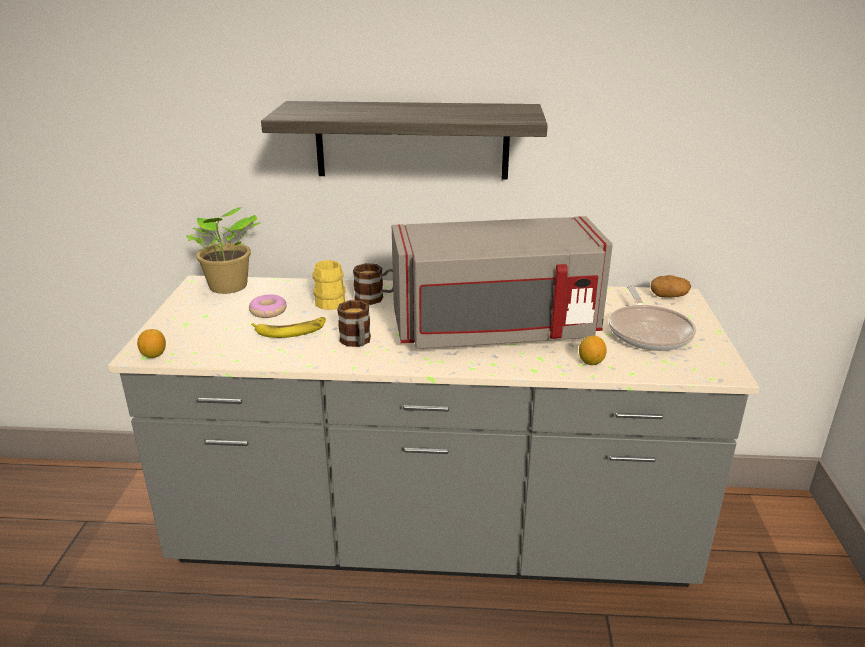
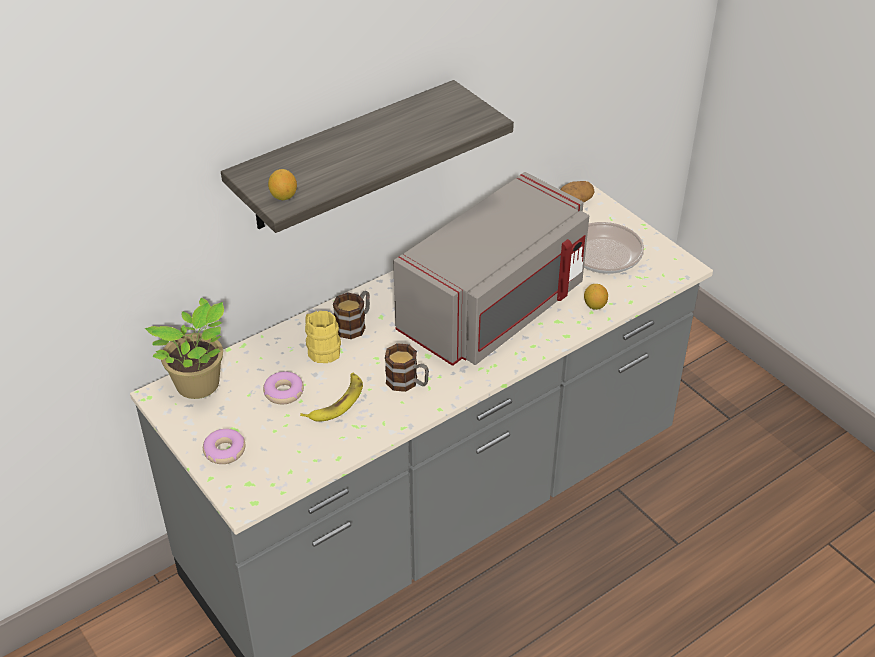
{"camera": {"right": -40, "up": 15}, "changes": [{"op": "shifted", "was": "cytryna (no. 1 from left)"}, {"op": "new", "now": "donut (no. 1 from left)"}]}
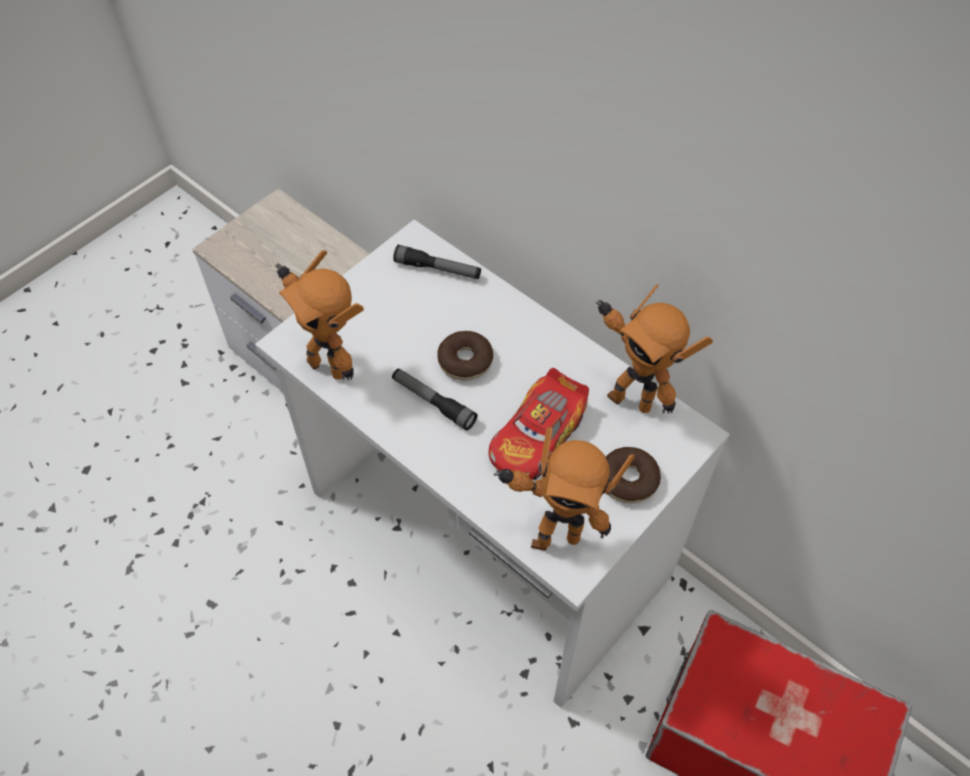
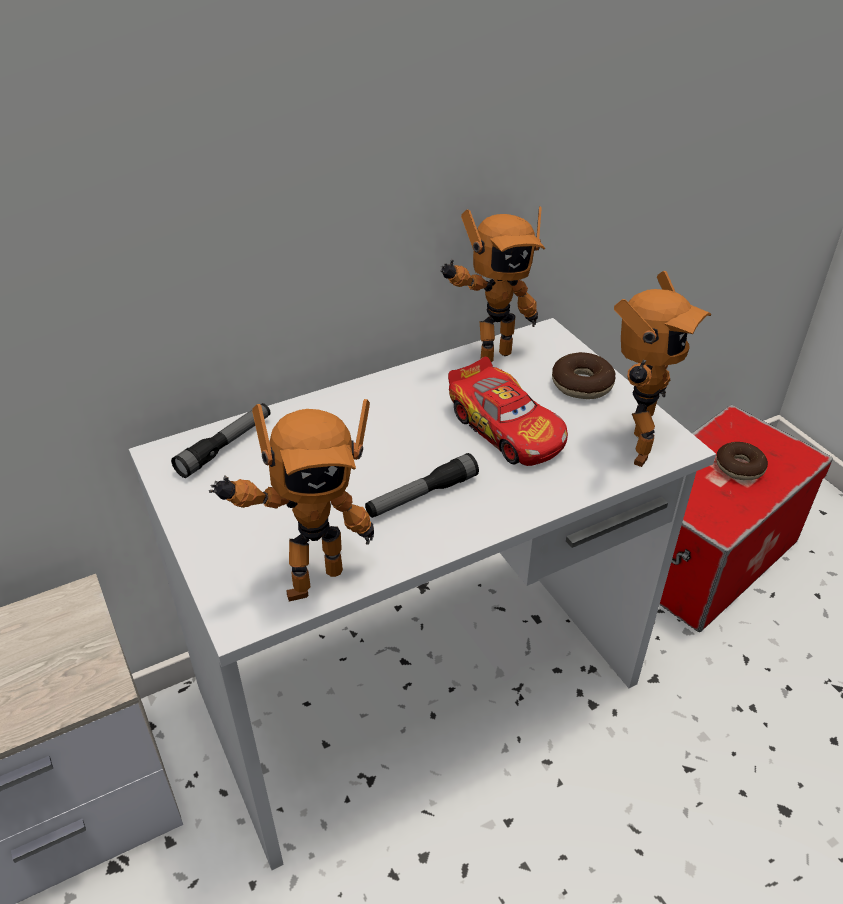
{"camera": {"right": -70, "up": -15}, "changes": [{"op": "shifted", "was": "donut (no. 1 from left in the first image)", "now": "donut (no. 2 from left)"}]}
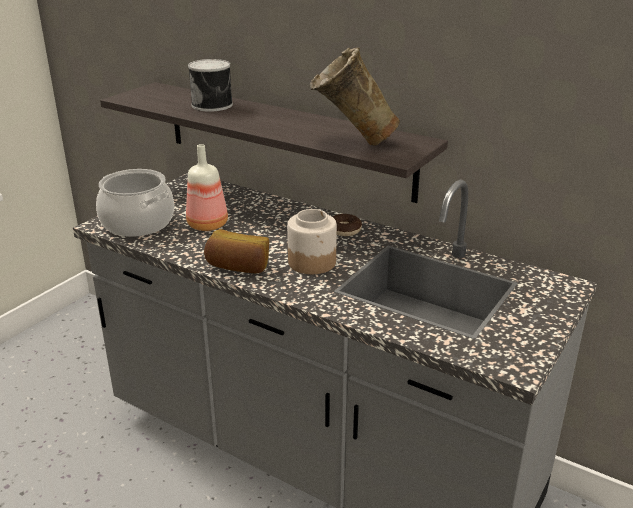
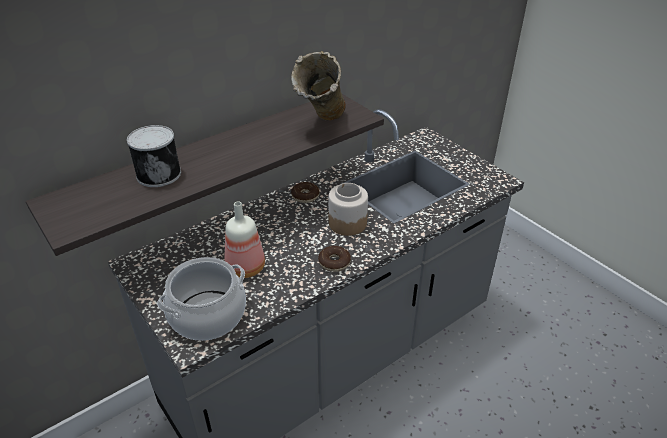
{"camera": {"right": -70, "up": 10}, "changes": [{"op": "swapped", "was": "chleb", "now": "donut (no. 2 from left)"}]}
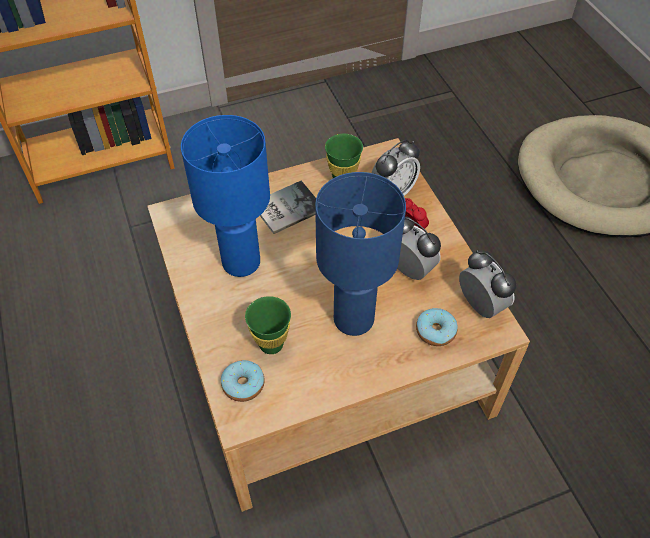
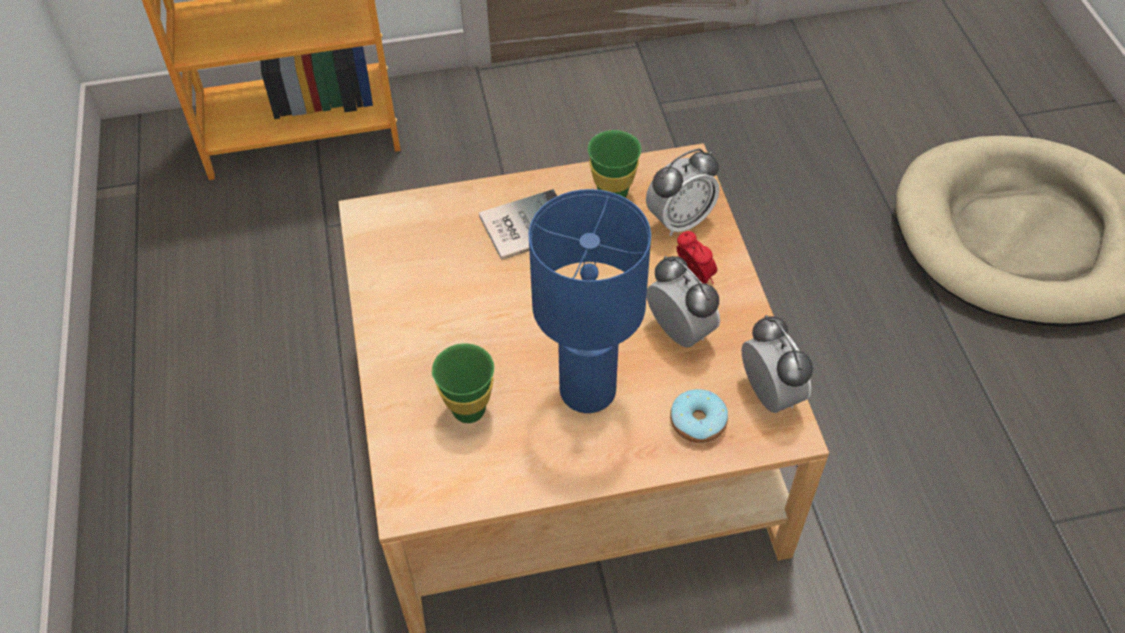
{"camera": {"right": 10, "up": 0}, "changes": [{"op": "gone", "was": "lampa stołowa/niebieski (no. 1 from left)"}, {"op": "gone", "was": "donut (no. 1 from left)"}]}
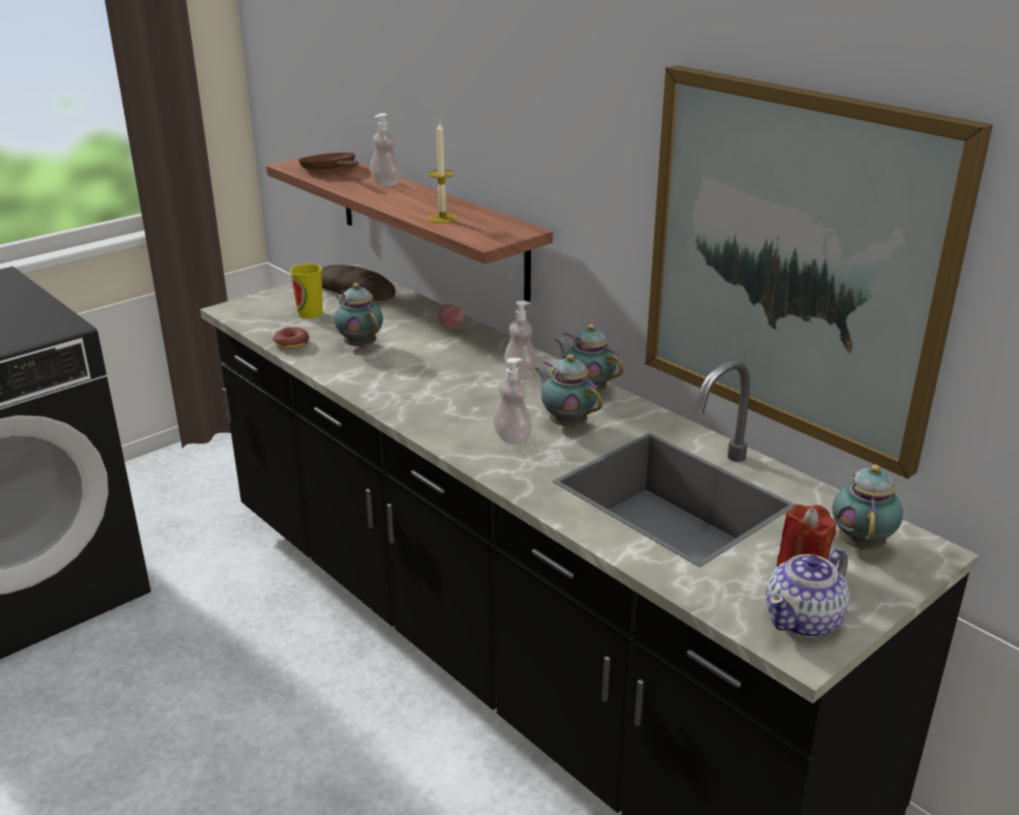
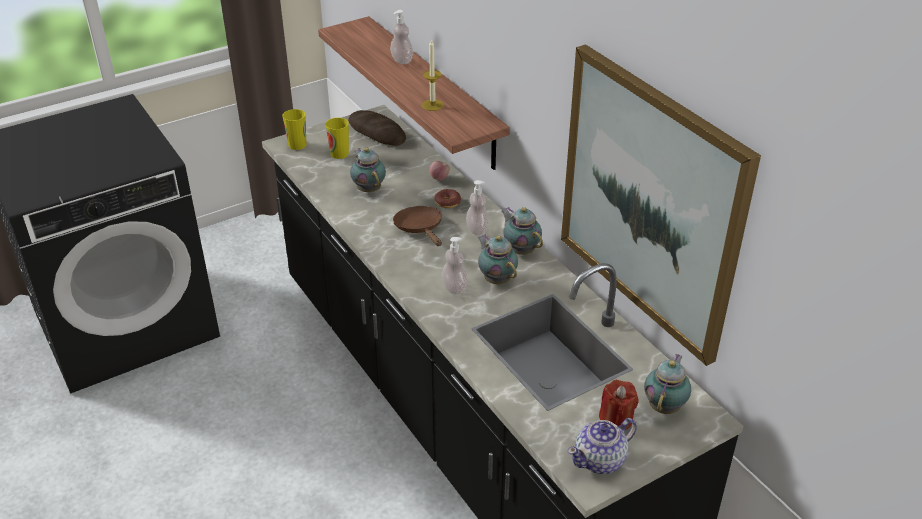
{"camera": {"right": 10, "up": 10}, "changes": [{"op": "shifted", "was": "patelnia/brązowy"}, {"op": "shifted", "was": "donut"}, {"op": "new", "now": "filiżanka (no. 1 from left)"}]}
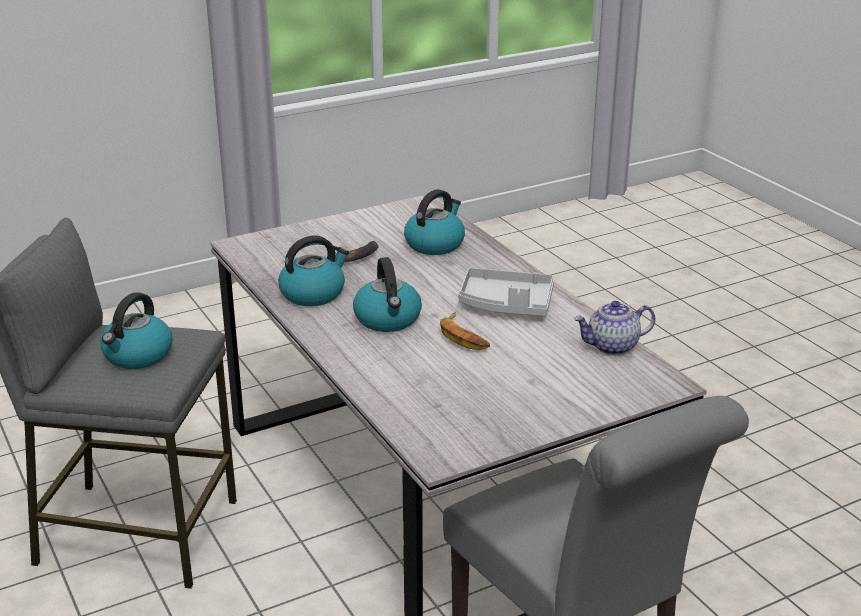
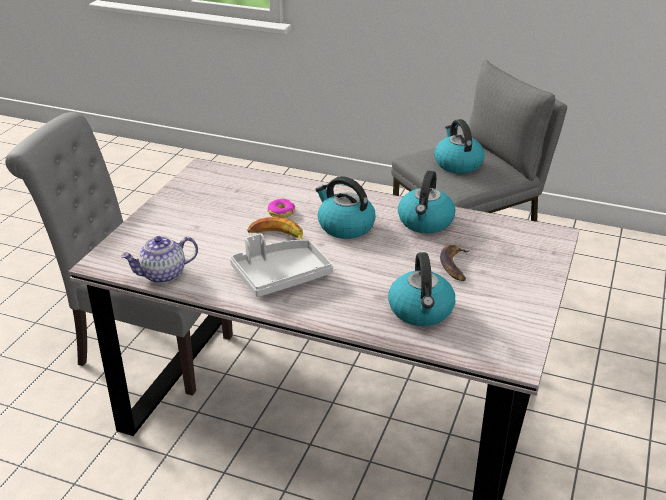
{"camera": {"right": 140, "up": 5}, "changes": [{"op": "rotated", "was": "imbryk", "clockwise": -150}, {"op": "new", "now": "donut"}]}
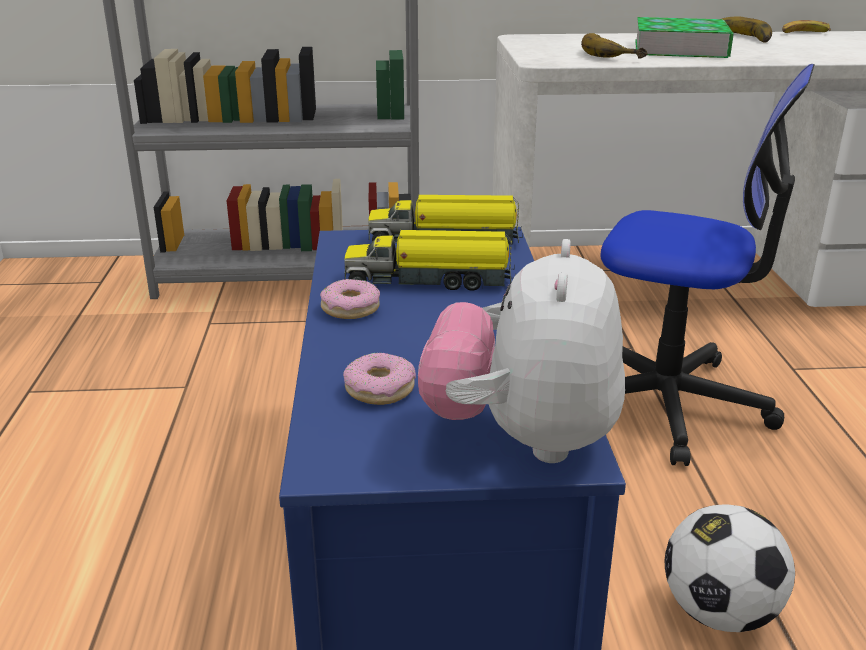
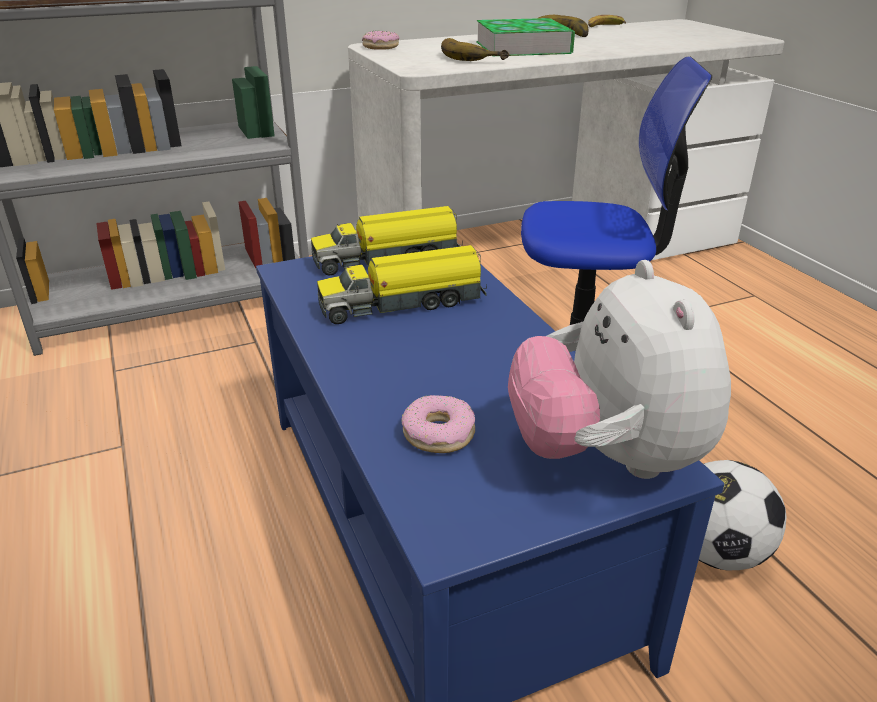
{"camera": {"right": -20, "up": 5}, "changes": [{"op": "shifted", "was": "donut (no. 1 from left)"}]}
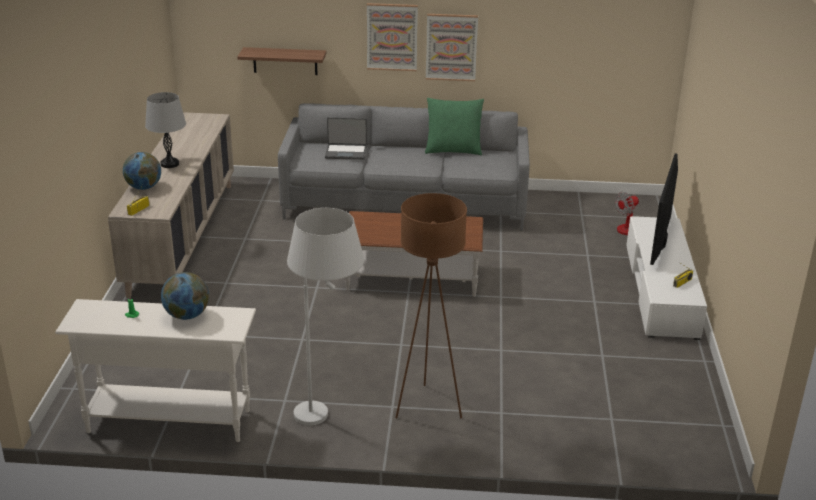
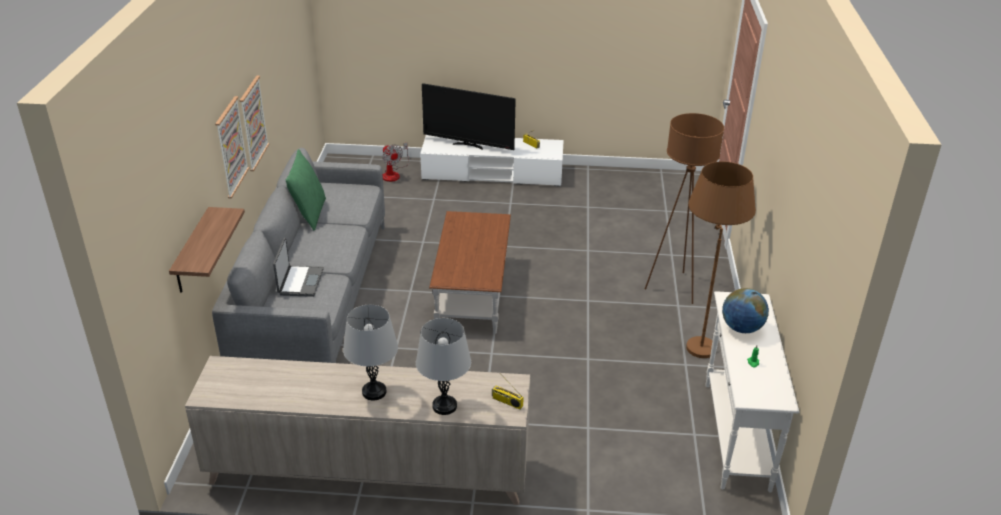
{"camera": {"right": -90, "up": 5}, "changes": [{"op": "swapped", "was": "globus (no. 1 from left)", "now": "lampa stołowa/szary (no. 2 from left)"}, {"op": "repainted", "was": "lampa stojąca/biały", "now": "lampa stojąca/brązowy (no. 2 from left)"}]}
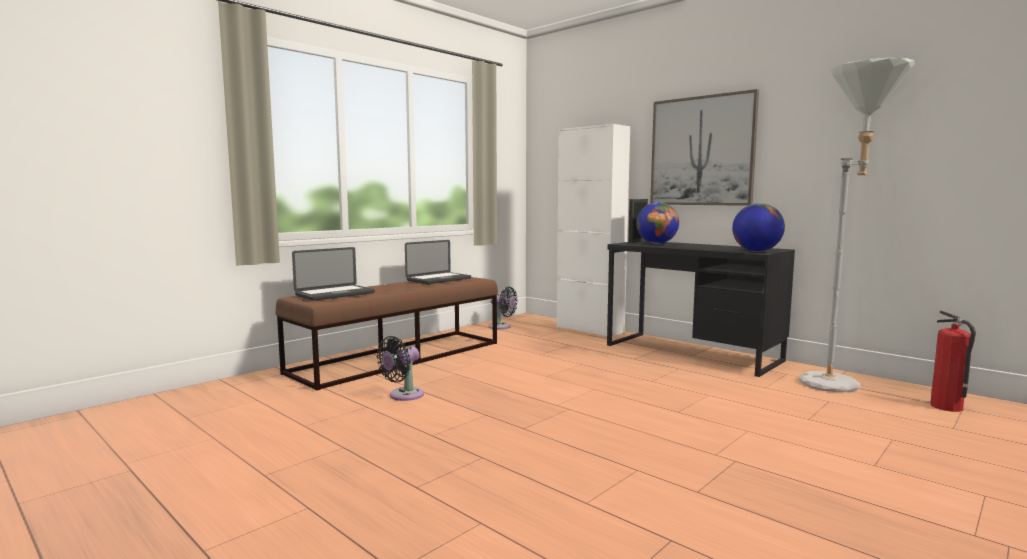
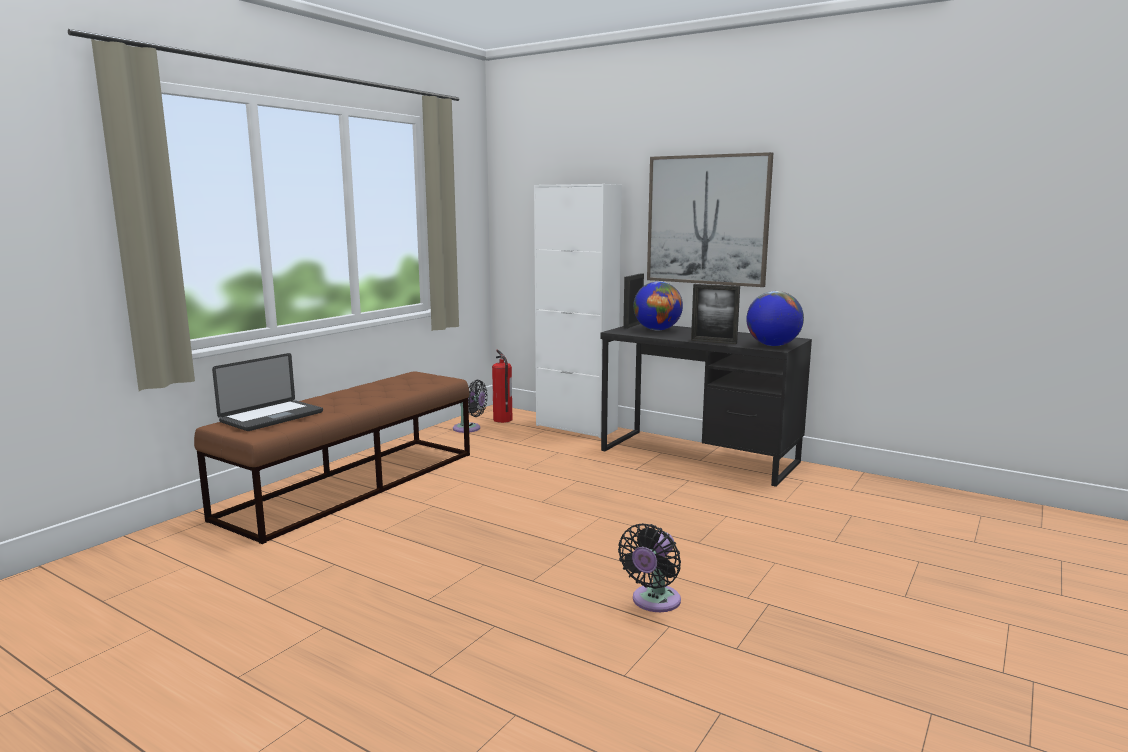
{"camera": {"right": -10, "up": 5}, "changes": [{"op": "gone", "was": "lampa stojąca/szary"}, {"op": "gone", "was": "laptop (no. 2 from left)"}, {"op": "shifted", "was": "gaśnica"}, {"op": "shifted", "was": "wentylator/czarny (no. 1 from left in the first image)", "now": "wentylator/czarny (no. 2 from left)"}, {"op": "new", "now": "ramka na zdjęcie (no. 2 from left)"}]}
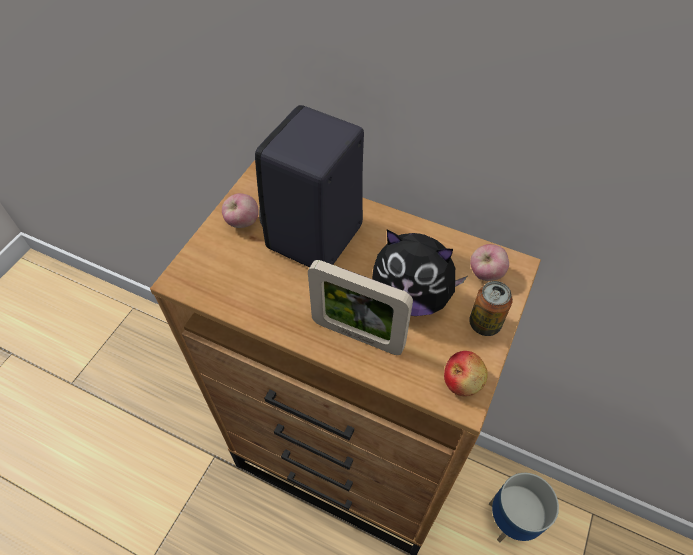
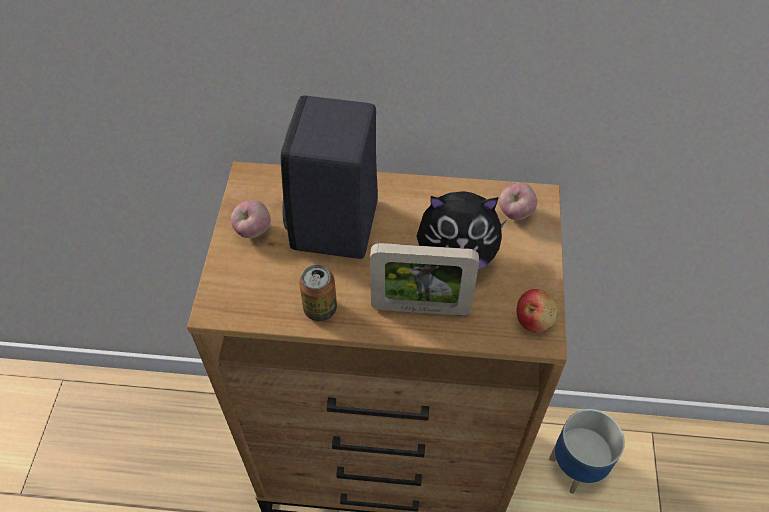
{"camera": {"right": -20, "up": 0}, "changes": [{"op": "shifted", "was": "puszka"}]}
